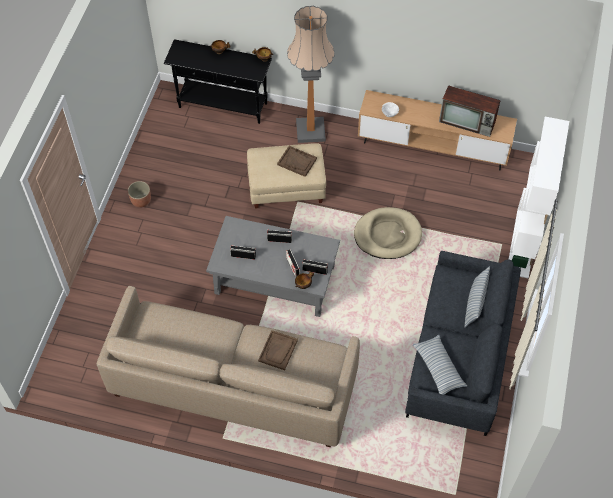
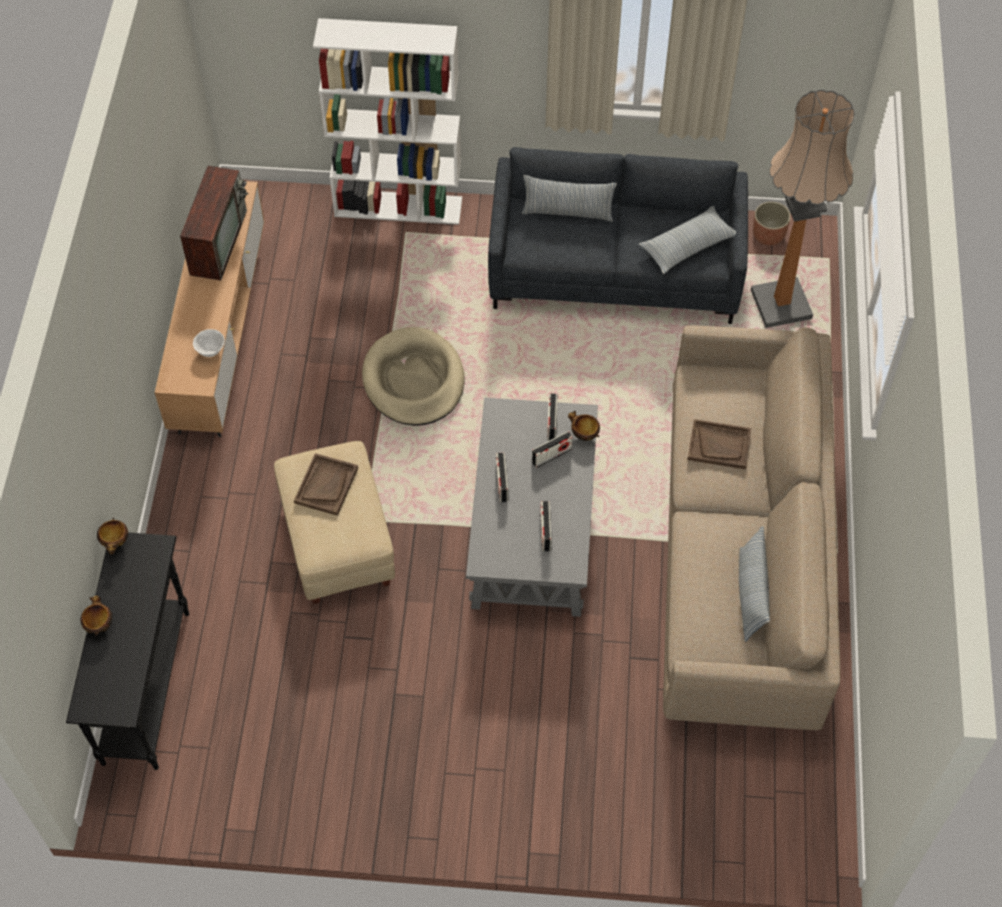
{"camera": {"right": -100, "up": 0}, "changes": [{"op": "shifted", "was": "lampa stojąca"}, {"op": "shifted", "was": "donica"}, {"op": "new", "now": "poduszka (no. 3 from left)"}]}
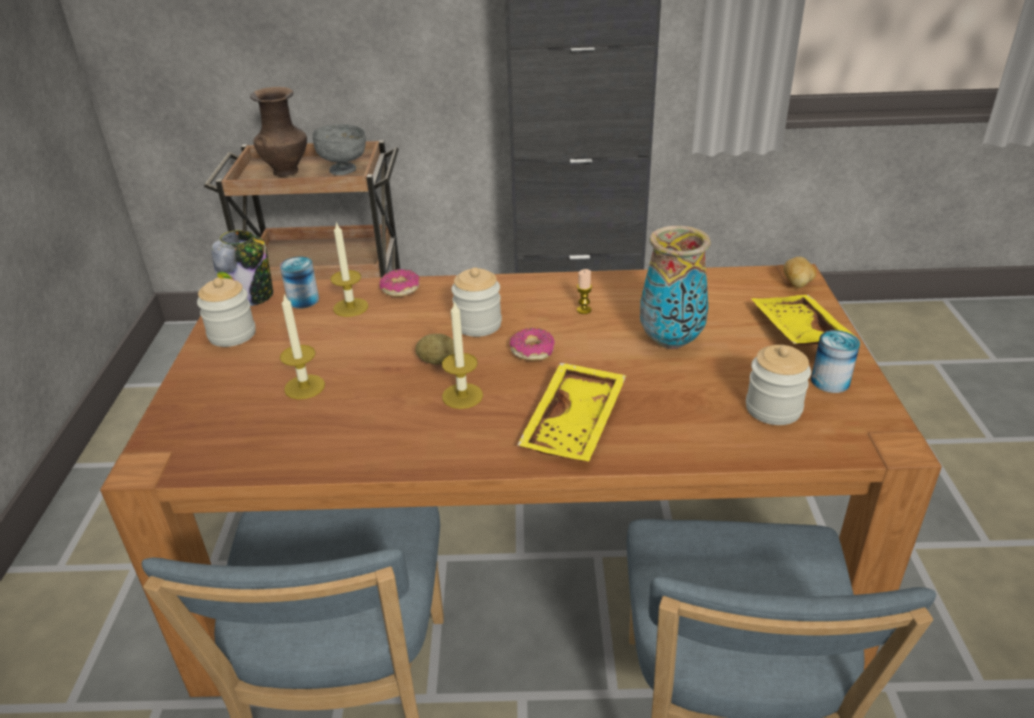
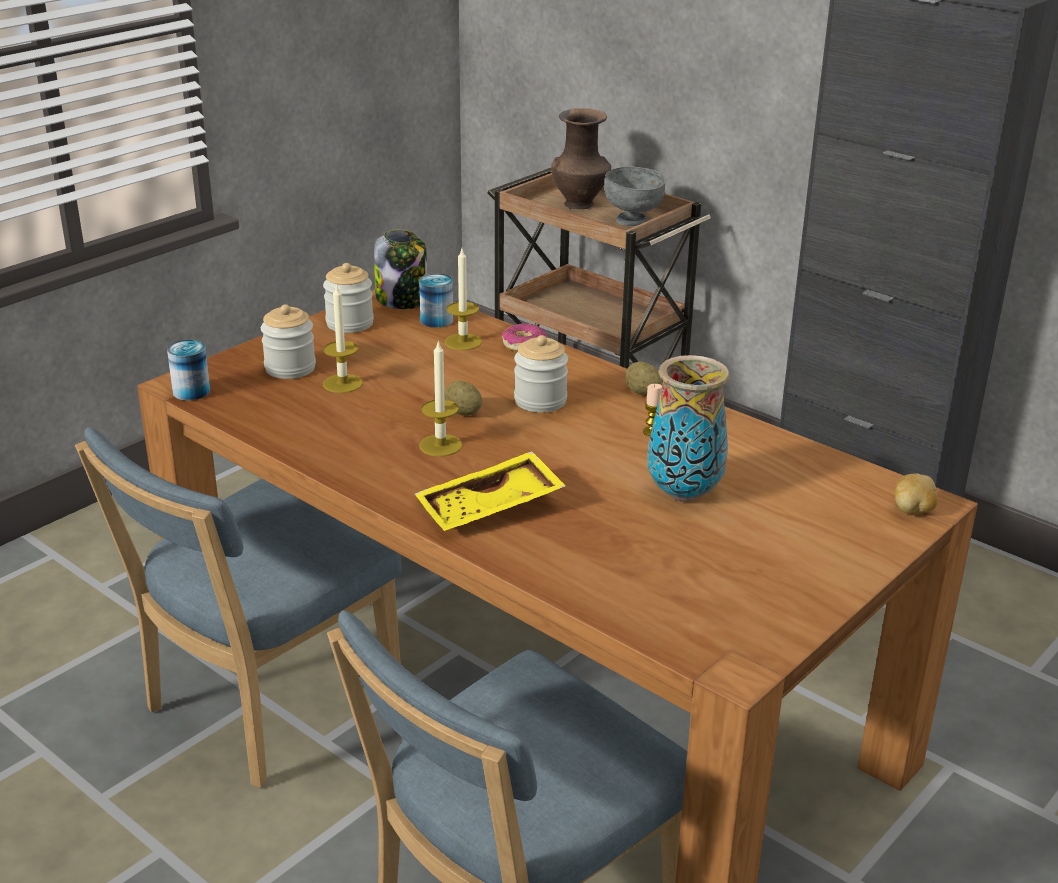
{"camera": {"right": 40, "up": -5}, "changes": [{"op": "gone", "was": "taca/żółty (no. 2 from left)"}, {"op": "gone", "was": "donut (no. 2 from left)"}, {"op": "shifted", "was": "puszka (no. 2 from left in the first image)", "now": "puszka (no. 1 from left)"}, {"op": "shifted", "was": "słoik (no. 4 from left in the first image)", "now": "słoik (no. 1 from left)"}, {"op": "new", "now": "ziemniak (no. 2 from left)"}]}
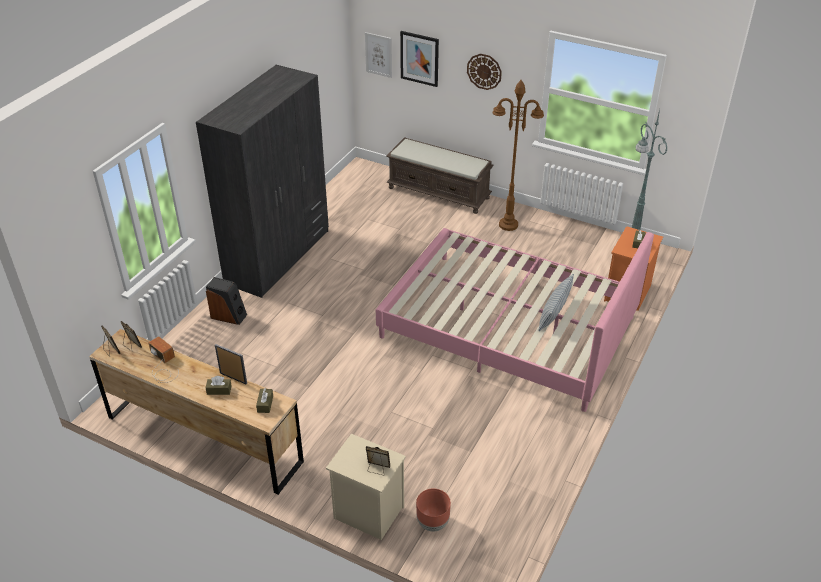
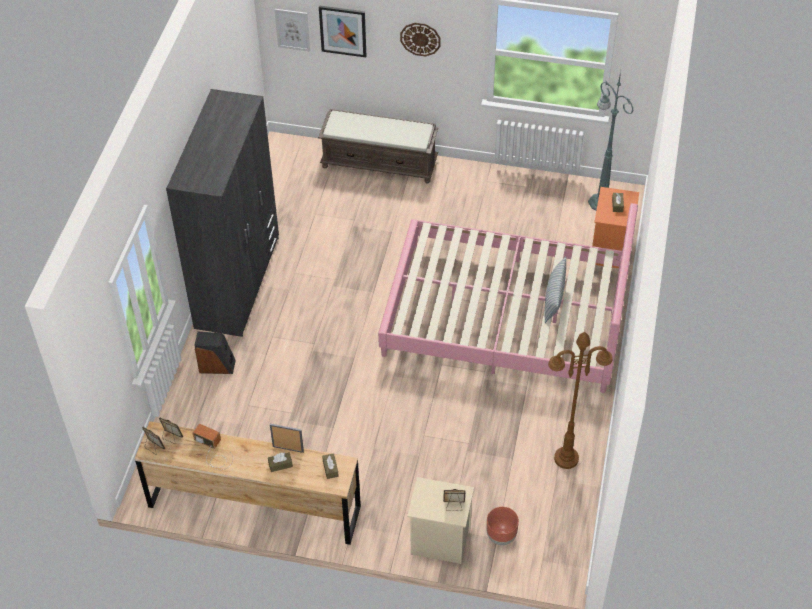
{"camera": {"right": -15, "up": 10}, "changes": [{"op": "shifted", "was": "lampa stojąca/brązowy"}]}
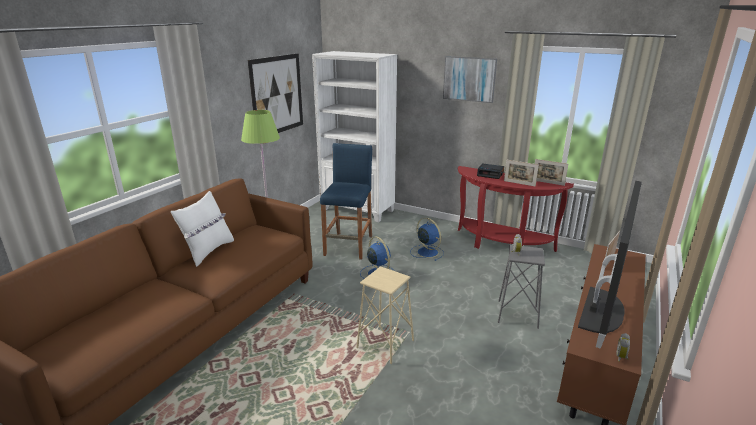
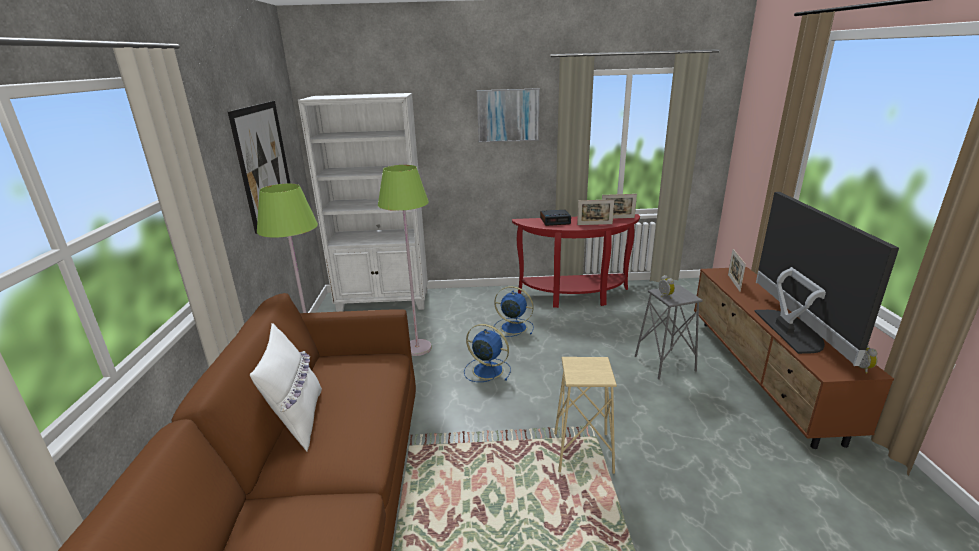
{"camera": {"right": -30, "up": 0}, "changes": [{"op": "swapped", "was": "stołek/niebieski", "now": "lampa stojąca/zielony (no. 2 from left)"}]}
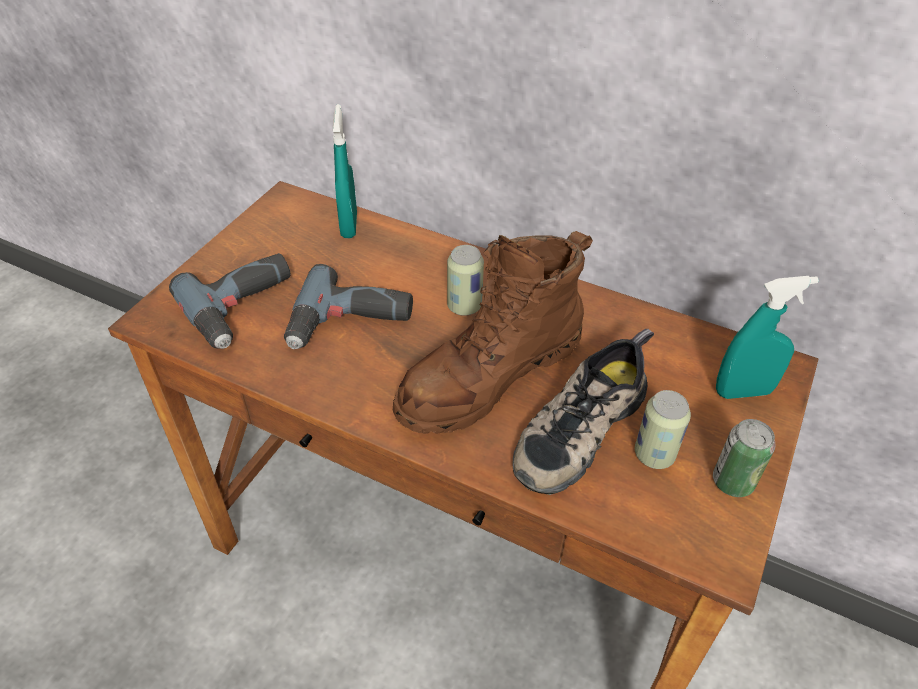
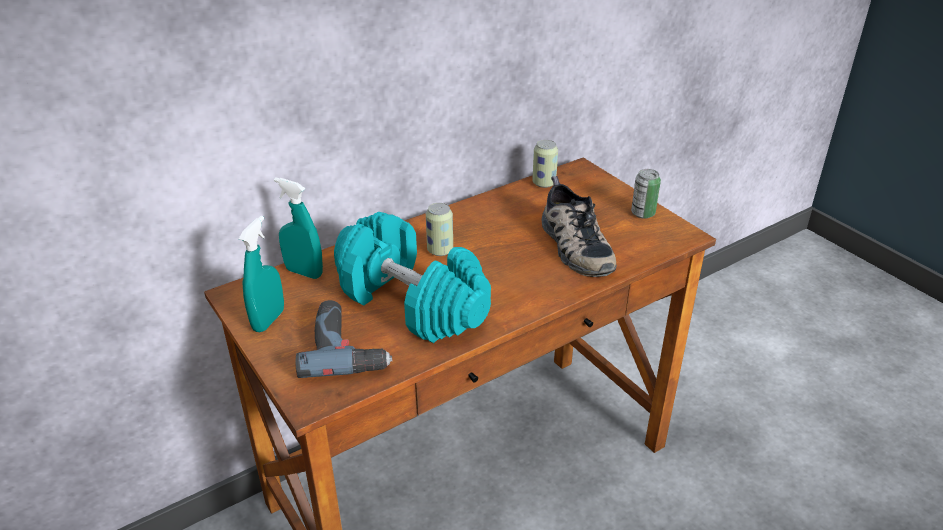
{"camera": {"right": -60, "up": -10}, "changes": [{"op": "gone", "was": "but z cholewką/brązowy"}, {"op": "swapped", "was": "wiertarka (no. 2 from left)", "now": "hantel/turkusowy"}, {"op": "shifted", "was": "spryskiwacz/turkusowy (no. 2 from left in the first image)", "now": "spryskiwacz/turkusowy (no. 1 from left)"}, {"op": "shifted", "was": "puszka (no. 2 from left)"}]}
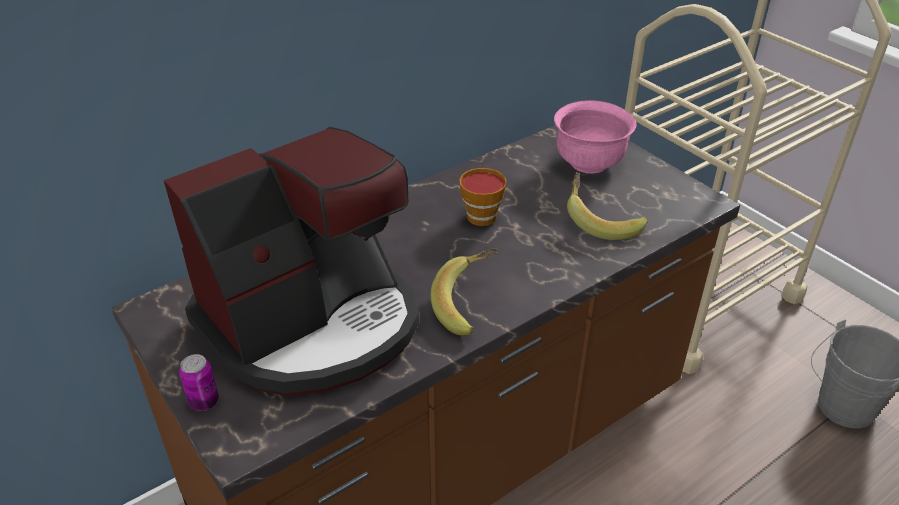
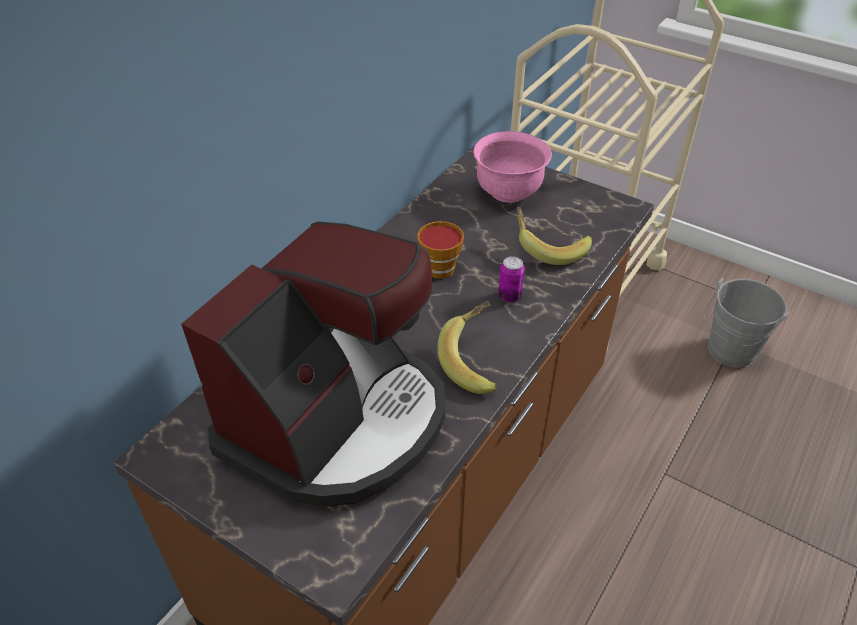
{"camera": {"right": -20, "up": 5}, "changes": [{"op": "shifted", "was": "puszka"}]}
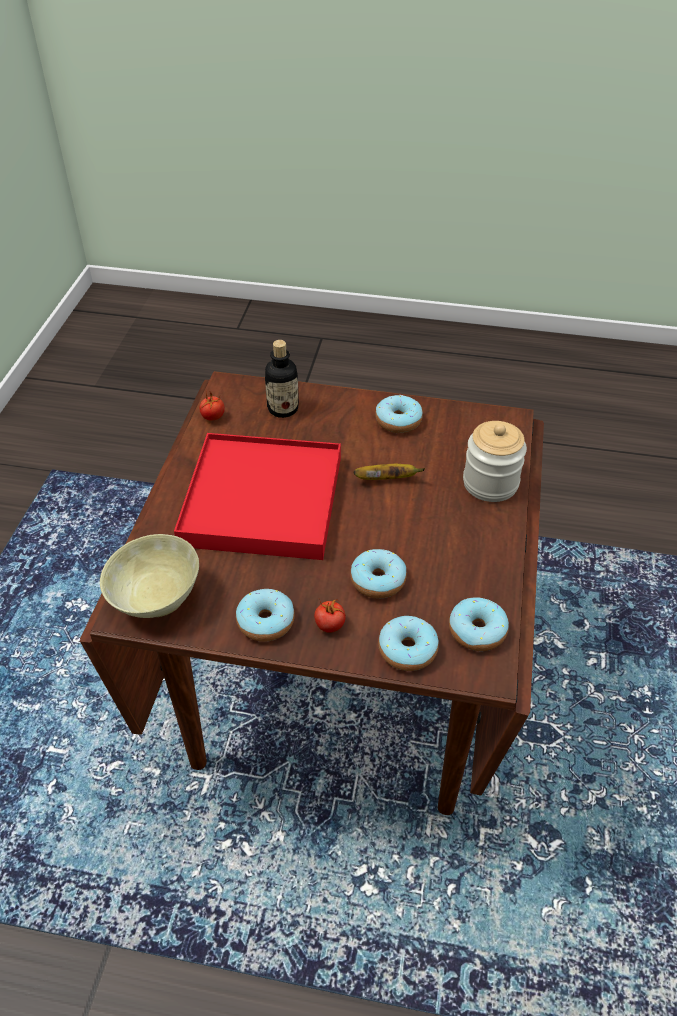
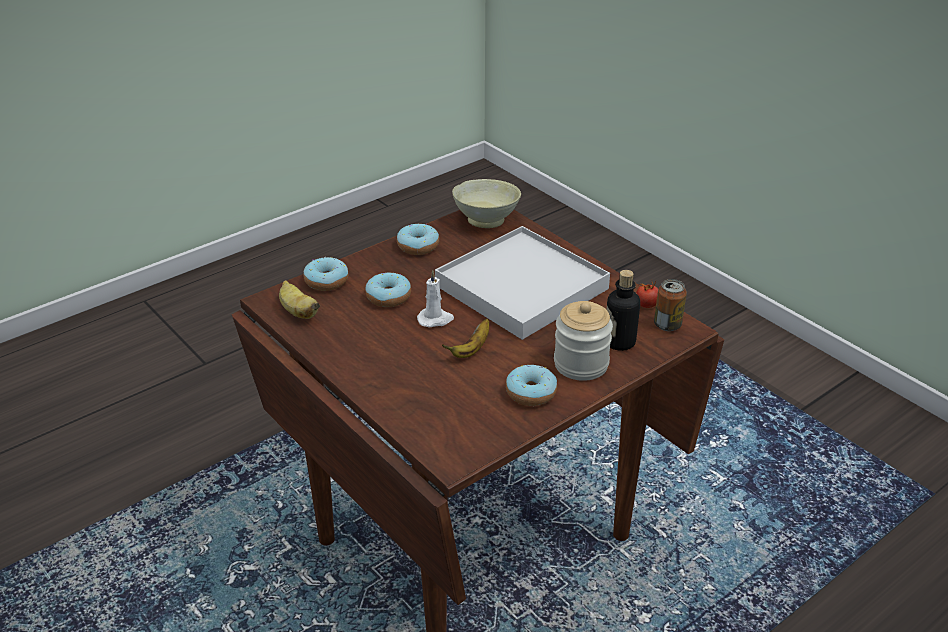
{"camera": {"right": 130, "up": -10}, "changes": [{"op": "shifted", "was": "słoik"}, {"op": "repainted", "was": "taca/czerwony", "now": "taca/biały"}, {"op": "swapped", "was": "donut (no. 5 from left)", "now": "banan (no. 1 from left)"}, {"op": "gone", "was": "pomidor (no. 2 from left)"}, {"op": "new", "now": "świeca/biały"}, {"op": "new", "now": "puszka"}]}
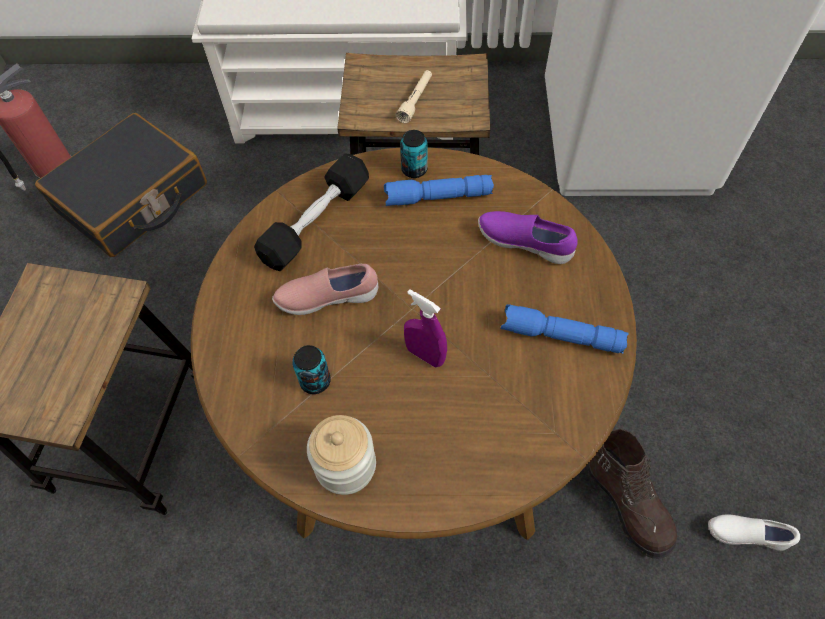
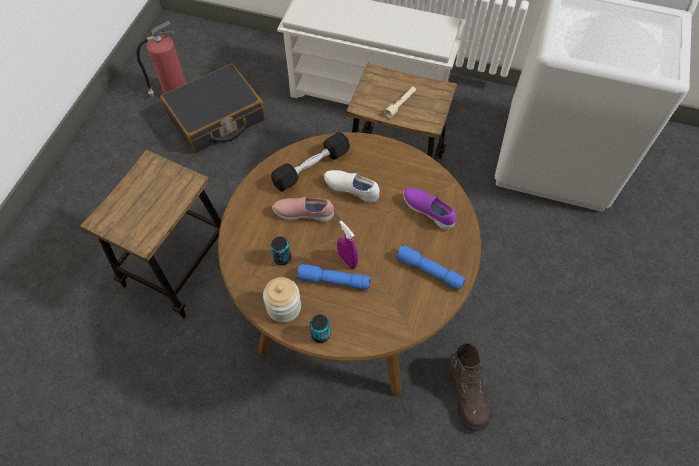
{"camera": {"right": 15, "up": 0}, "changes": [{"op": "shifted", "was": "puszka (no. 2 from left)"}, {"op": "shifted", "was": "latarka/niebieski (no. 1 from left)"}, {"op": "shifted", "was": "but/biały"}]}
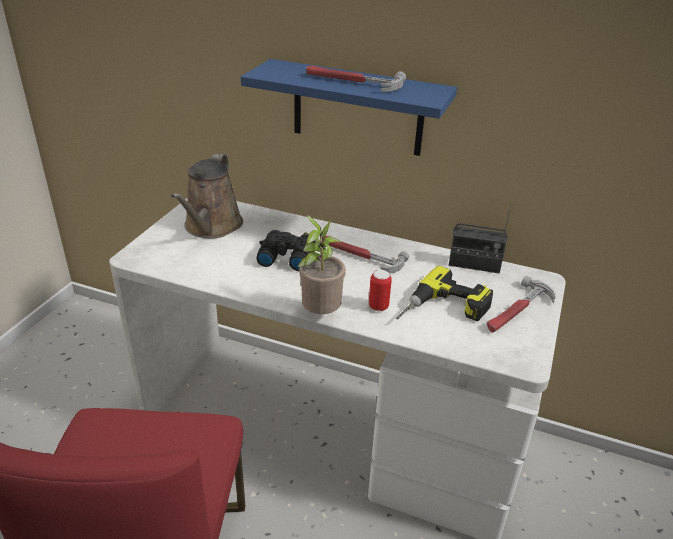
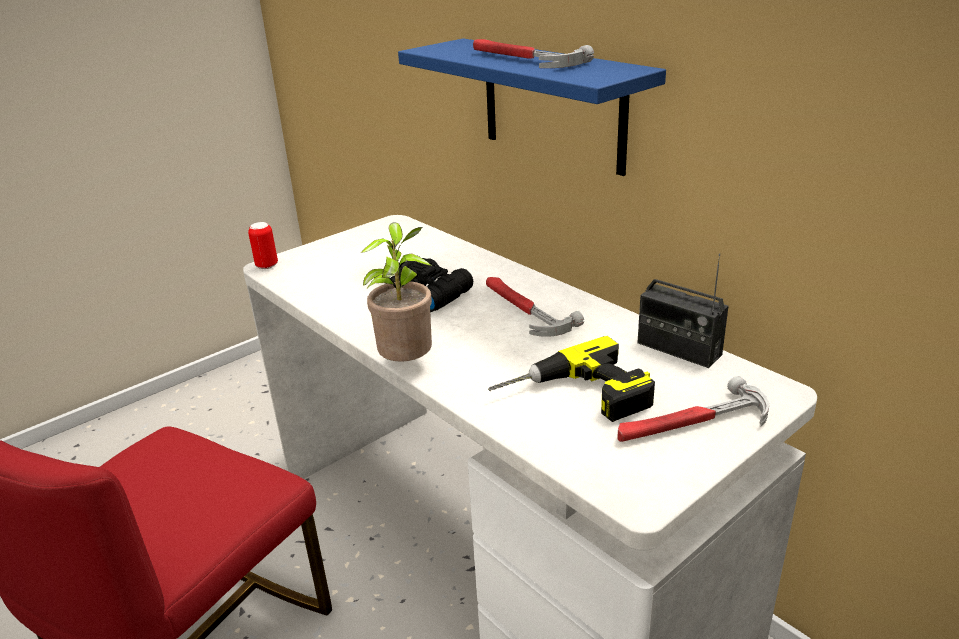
{"camera": {"right": 30, "up": -5}, "changes": [{"op": "gone", "was": "konewka/brązowy"}, {"op": "shifted", "was": "puszka"}]}
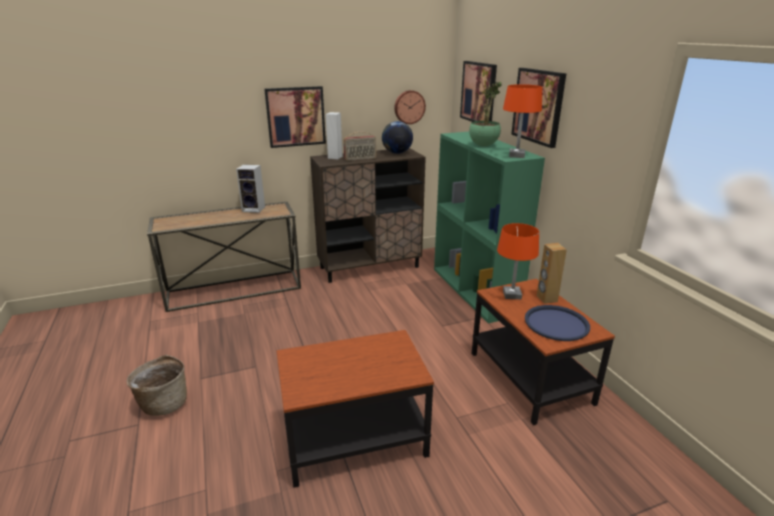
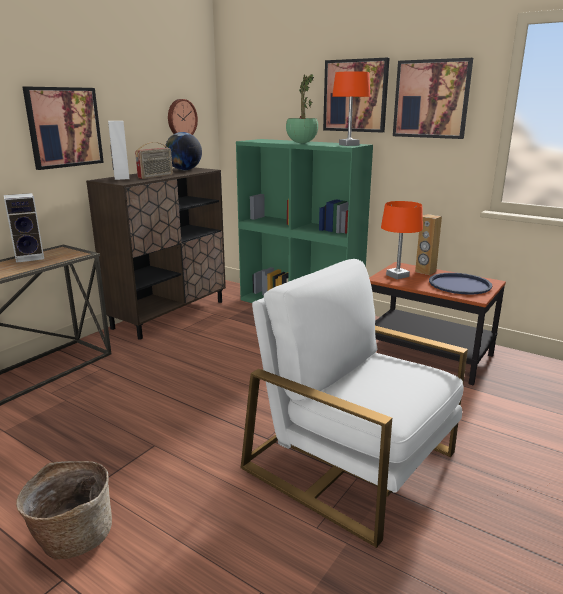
{"camera": {"right": -35, "up": -5}, "changes": [{"op": "shifted", "was": "obraz (no. 2 from left in the first image)", "now": "obraz (no. 3 from left)"}, {"op": "swapped", "was": "stolik (no. 1 from left)", "now": "fotel/biały"}]}
